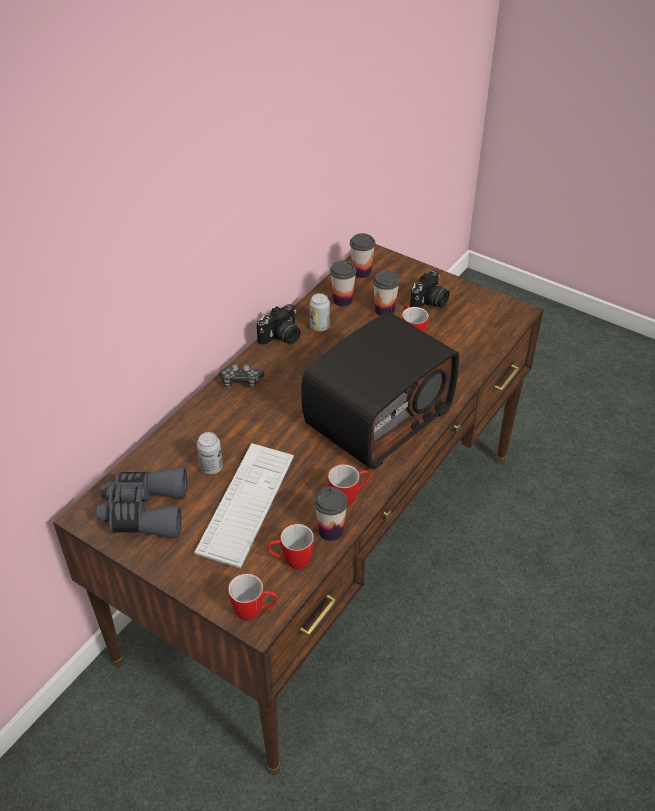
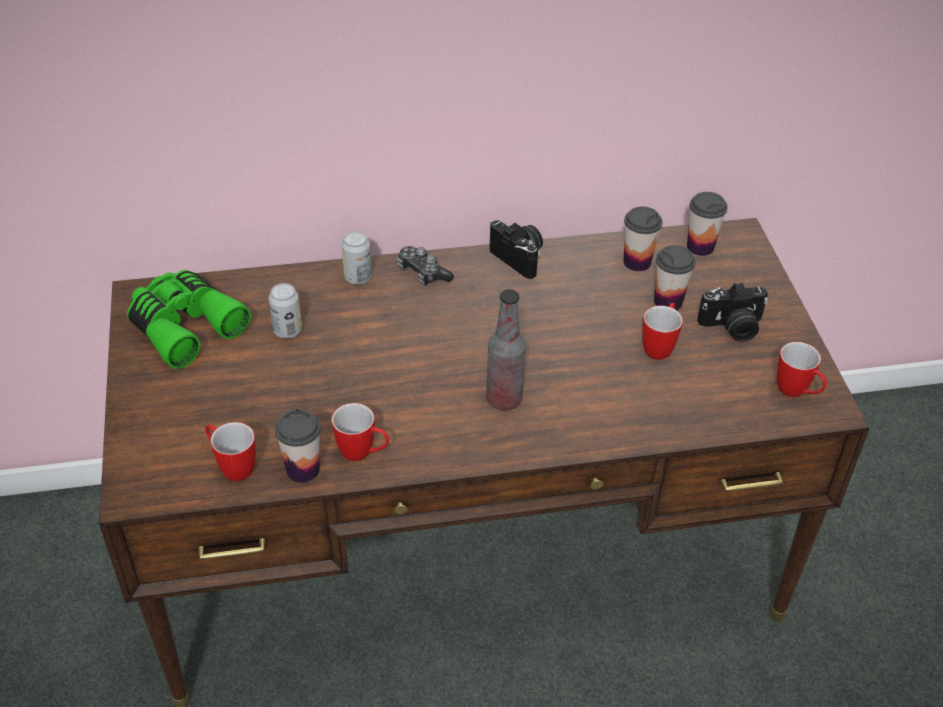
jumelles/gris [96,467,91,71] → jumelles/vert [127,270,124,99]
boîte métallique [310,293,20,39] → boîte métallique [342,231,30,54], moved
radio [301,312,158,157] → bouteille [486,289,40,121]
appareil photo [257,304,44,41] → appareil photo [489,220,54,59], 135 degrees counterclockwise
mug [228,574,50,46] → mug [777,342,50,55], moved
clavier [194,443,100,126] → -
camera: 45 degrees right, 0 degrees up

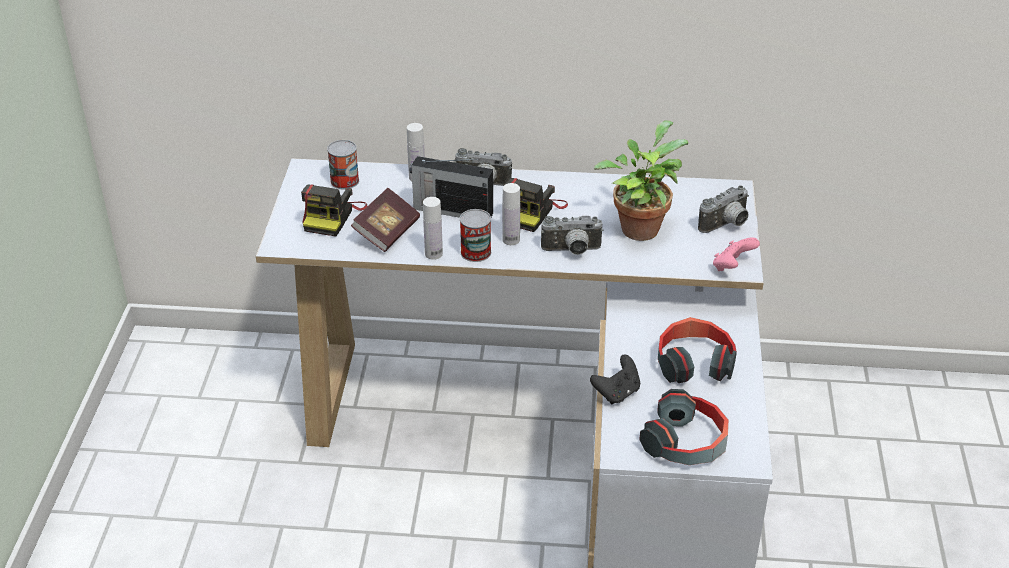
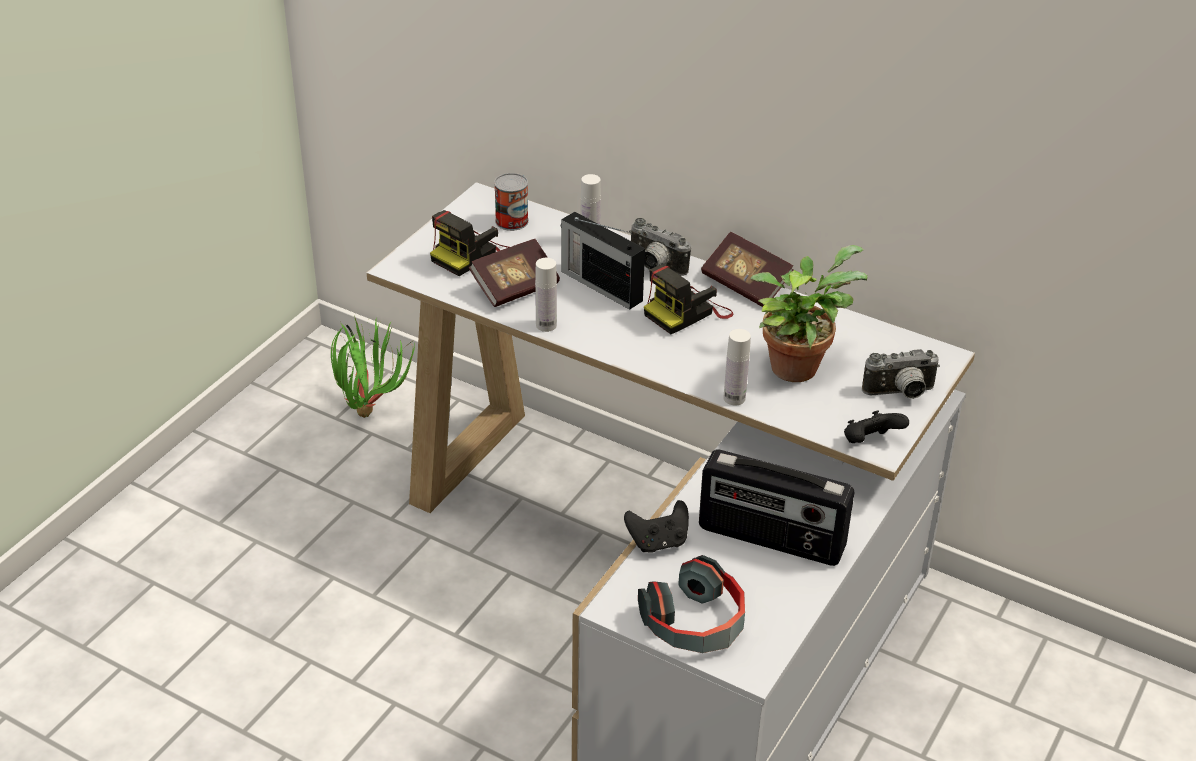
- → plante en pot [331,318,84,100]
casque audio [658,317,79,66] → radio [699,449,156,117]
- → livre [701,232,93,75]
bouteille/blanc [502,183,18,62] → bouteille/blanc [724,329,27,77], moved
manette/rose [713,238,47,33] → manette/noir [844,411,65,32]
boîte métallique [460,209,31,53] → -
appareil photo [541,216,62,39] → -
camera: 25 degrees right, 0 degrees up

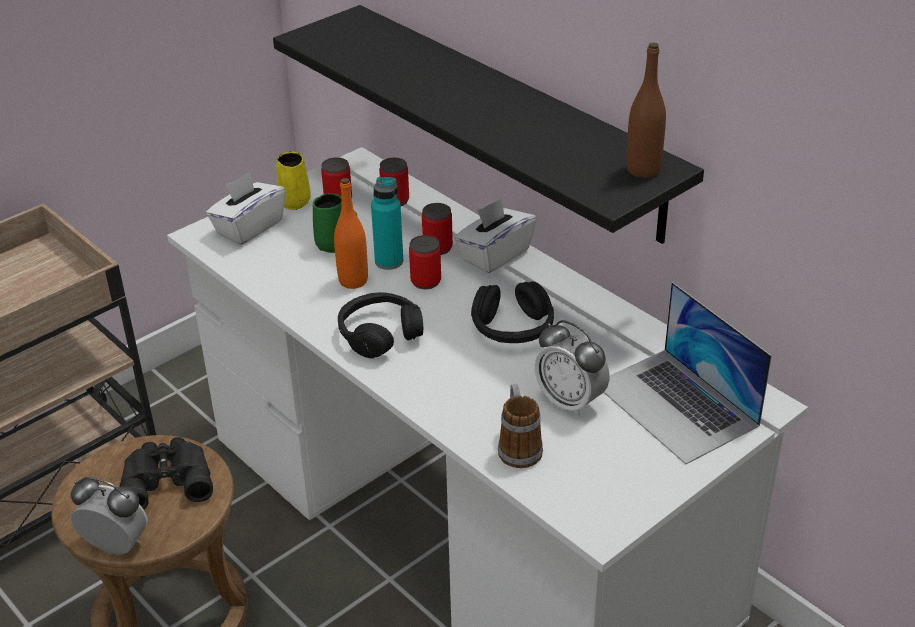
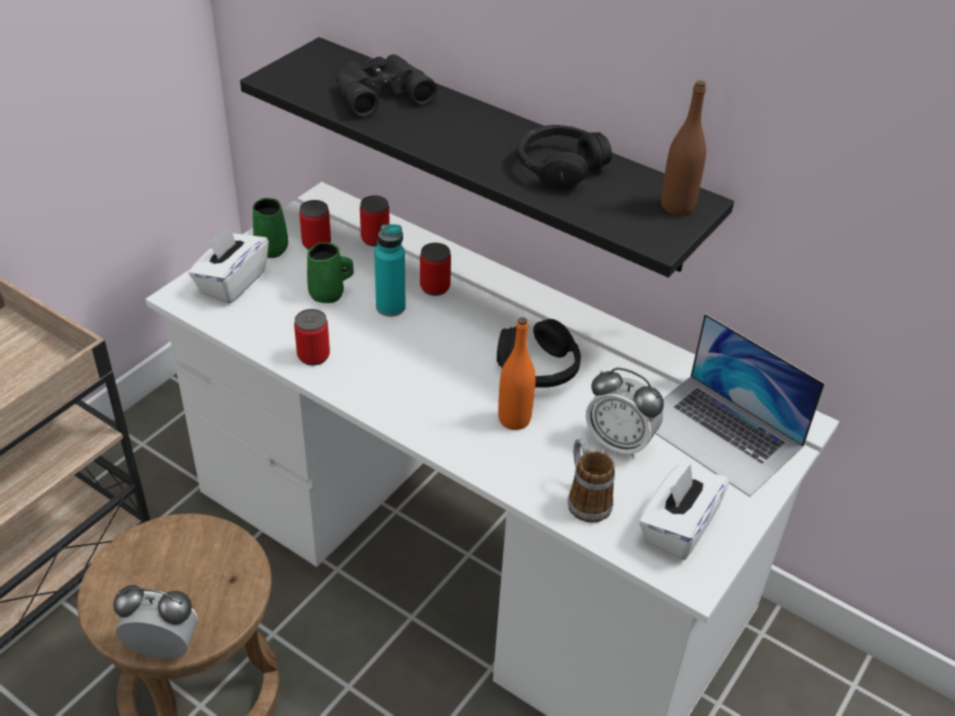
mug/jaune [276,151,35,59] → mug/vert [252,198,36,60]
boîte métallique [409,235,32,54] → boîte métallique [294,309,36,57], moved
jumelles/noir [120,437,93,72] → jumelles/noir [336,54,101,63], moved
bouteille/orange [334,178,34,111] → bouteille/orange [498,317,38,113], moved
casque audio/noir [338,293,85,65] → casque audio/noir [516,125,96,65], moved
boîte à mouchoirs/blanc [454,198,82,75] → boîte à mouchoirs/blanc [639,464,91,96], moved
camera: 15 degrees left, 5 degrees up

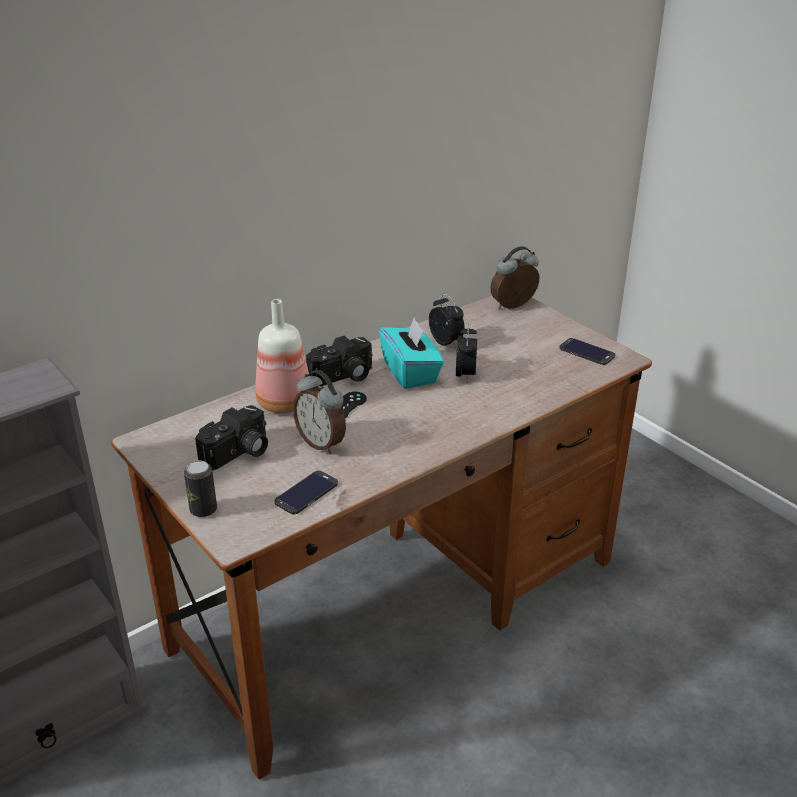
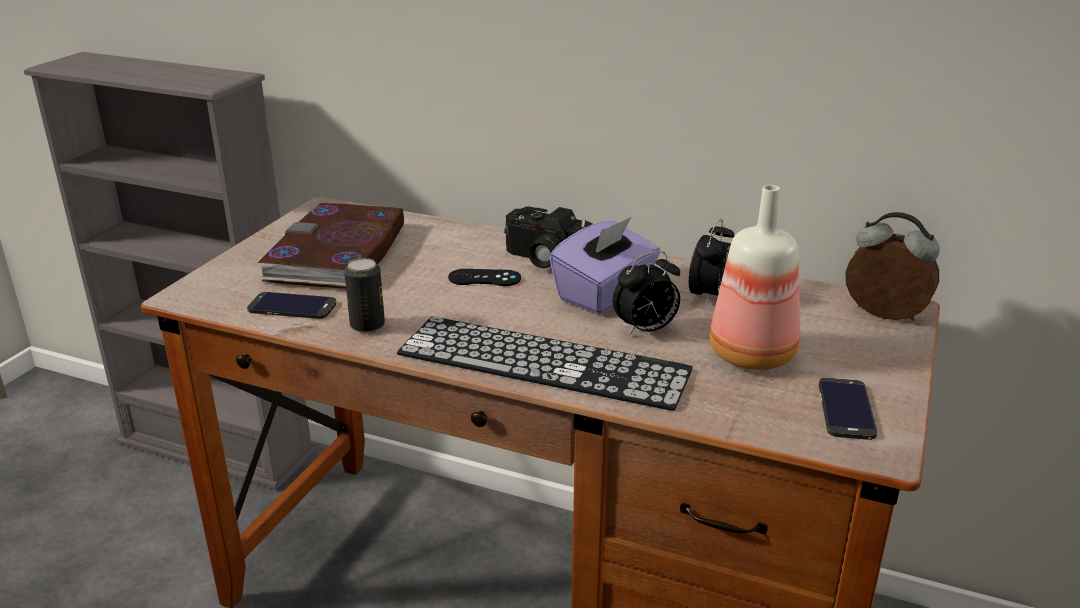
appareil photo [195,405,73,65] → livre [258,203,146,86]
boîte métallique [184,461,33,56] → boîte métallique [344,258,41,75], moved
- → clavier [397,317,296,94]
boîte à mouchoirs/turquoise [379,317,65,72] → boîte à mouchoirs/violet [549,217,111,97]
bouteille [255,299,54,114] → bouteille [710,185,90,185], moved
réveil [293,370,53,84] → -
camera: 60 degrees right, 5 degrees down

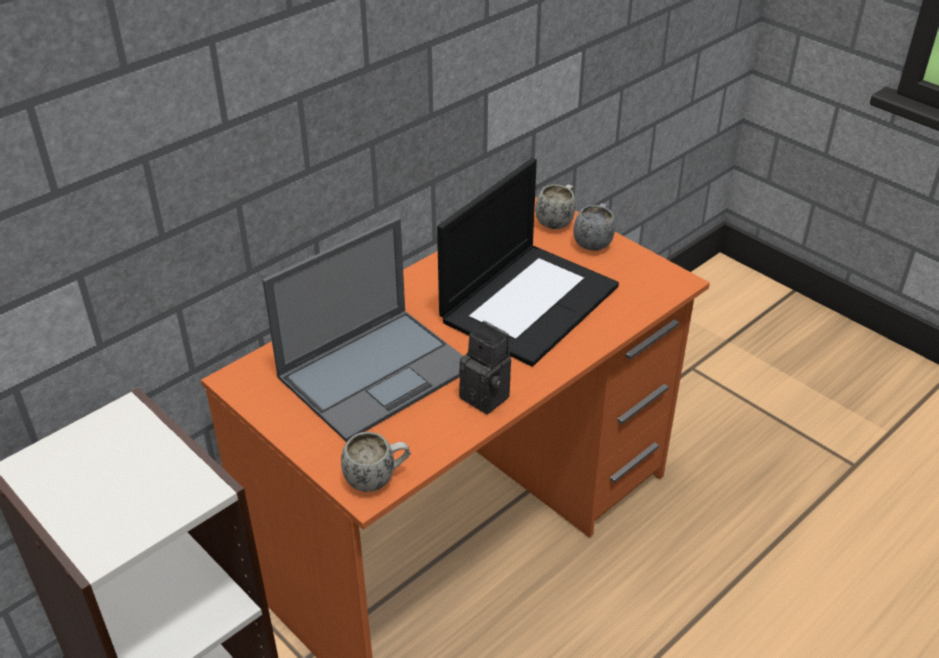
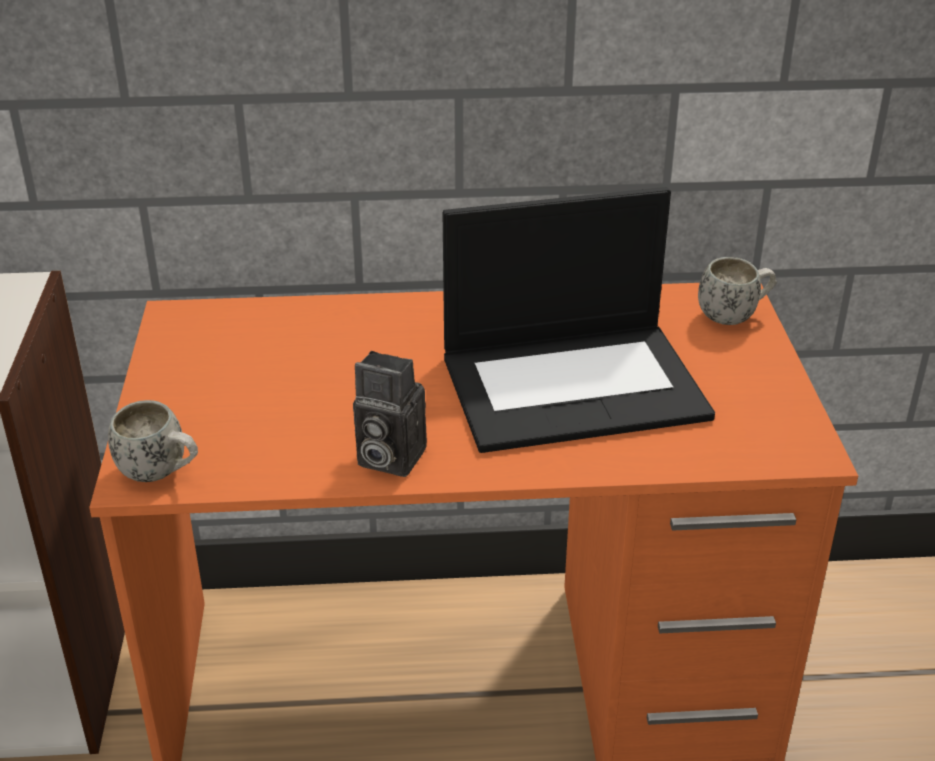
appareil photo [459,321,52,93] → appareil photo [353,351,74,126], 120 degrees clockwise
ordinateur portable [262,217,201,225] → -
mug/gris [573,203,42,48] → -
camera: 40 degrees right, 5 degrees down

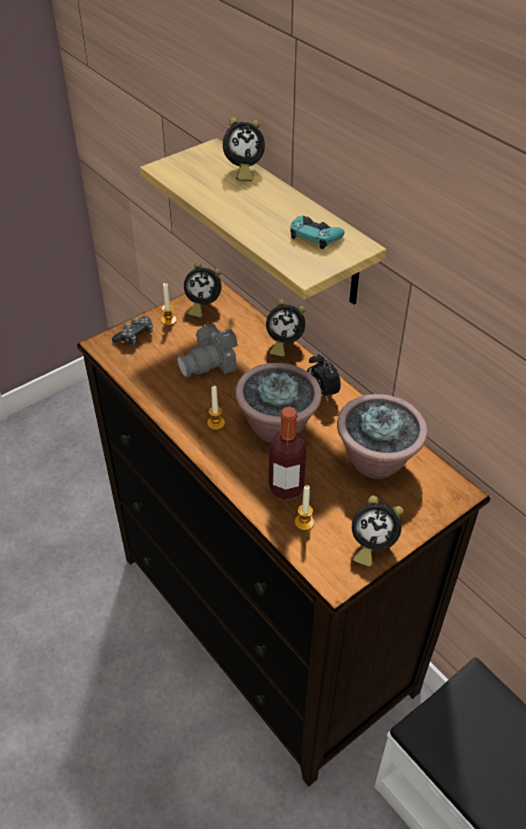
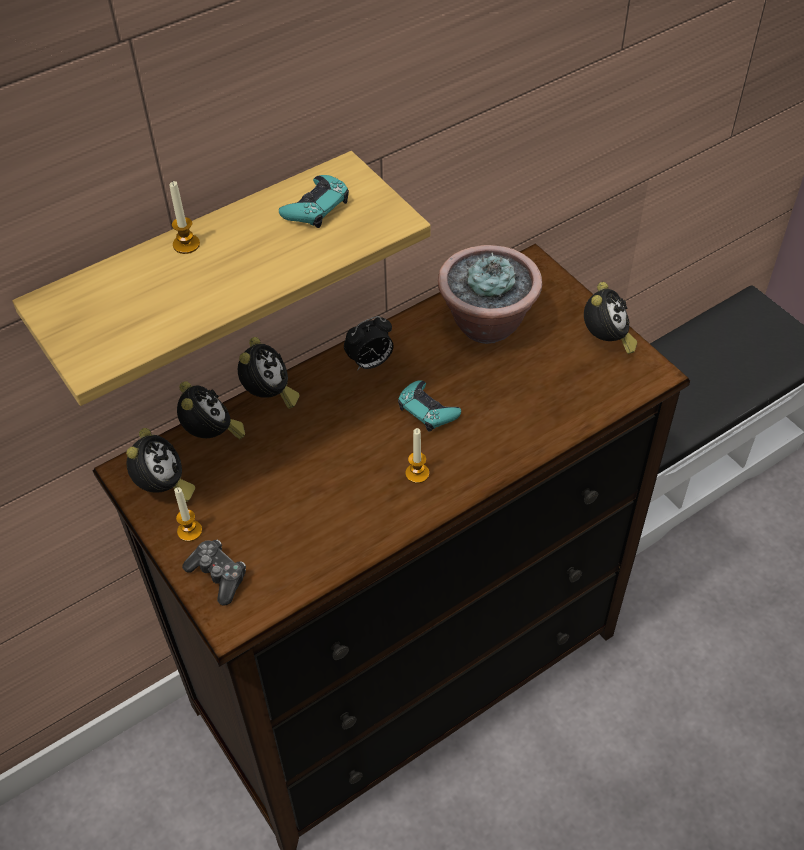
bougie [295,485,20,46] → bougie [170,181,30,73], moved
réveil [223,117,42,64] → réveil [177,381,68,58], moved
plante en pot [235,363,87,80] → manette/turquoise [398,380,63,52]
appareil photo [177,324,61,54] → -
bouteille [269,407,38,93] → -
camera: 85 degrees left, 5 degrees up

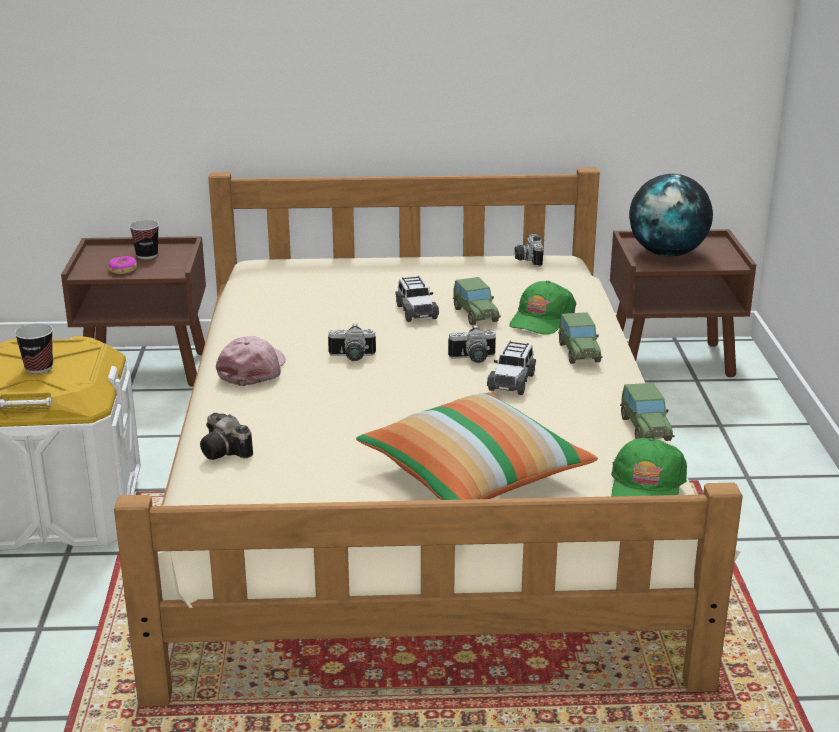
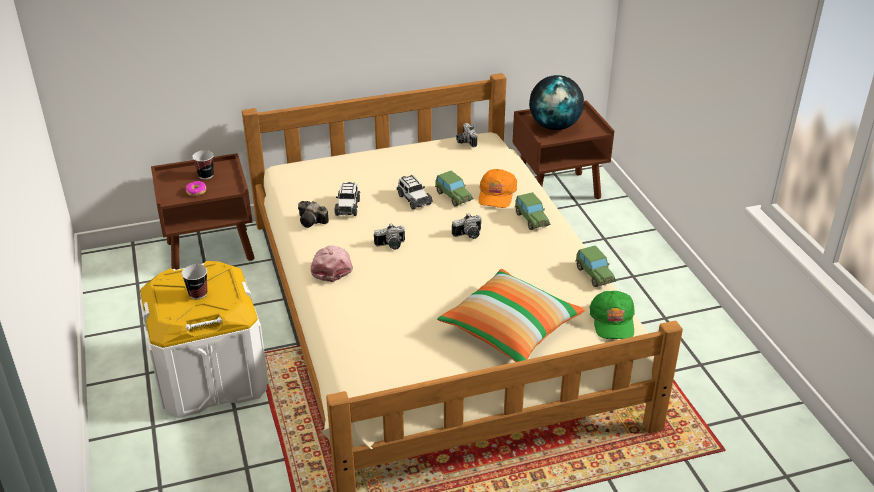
appareil photo [200,413,53,47] → appareil photo [298,201,31,27], moved
petite voiture [487,341,49,54] → petite voiture [335,182,25,34], moved
casquette/vert [509,281,67,54] → casquette/orange [478,169,39,39]
camera: 15 degrees left, 10 degrees up

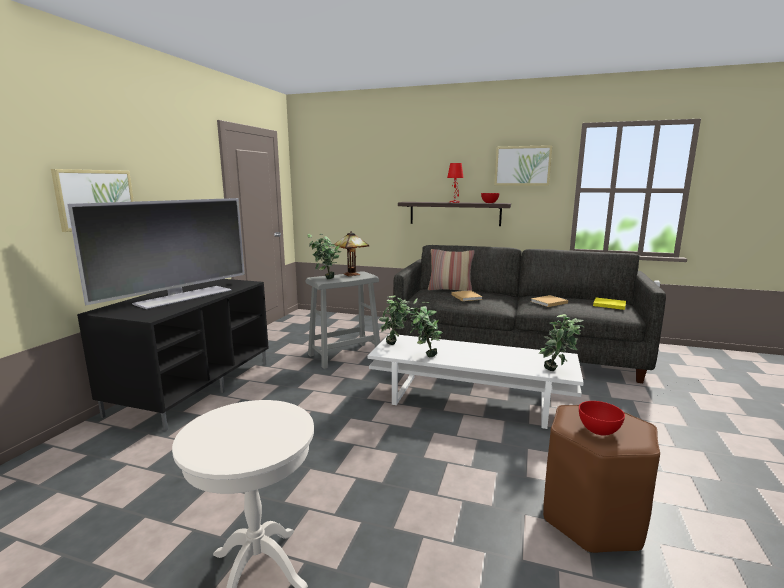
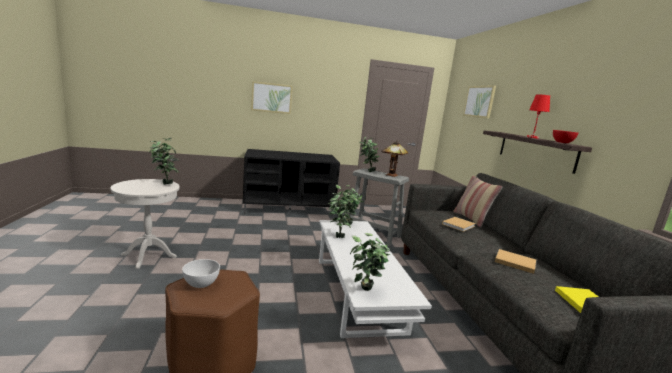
- → plante en pot [149,138,31,47]
bol/rouge [579,401,46,34] → bol/blanc [182,259,38,29]
tableau [494,145,58,41] → tableau [463,85,33,34], moved
téléviseur [67,198,178,111] → -
camera: 60 degrees right, 0 degrees up

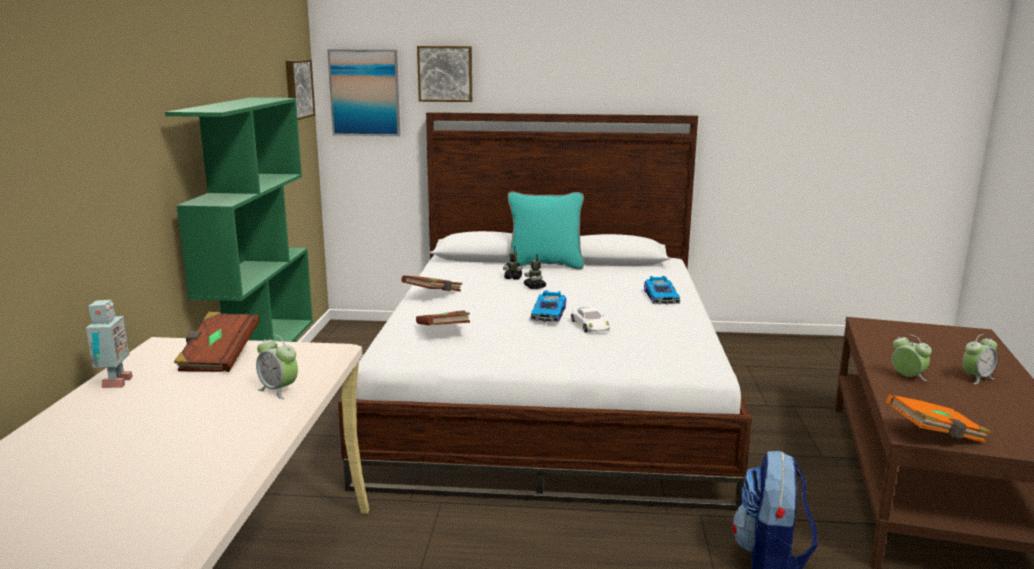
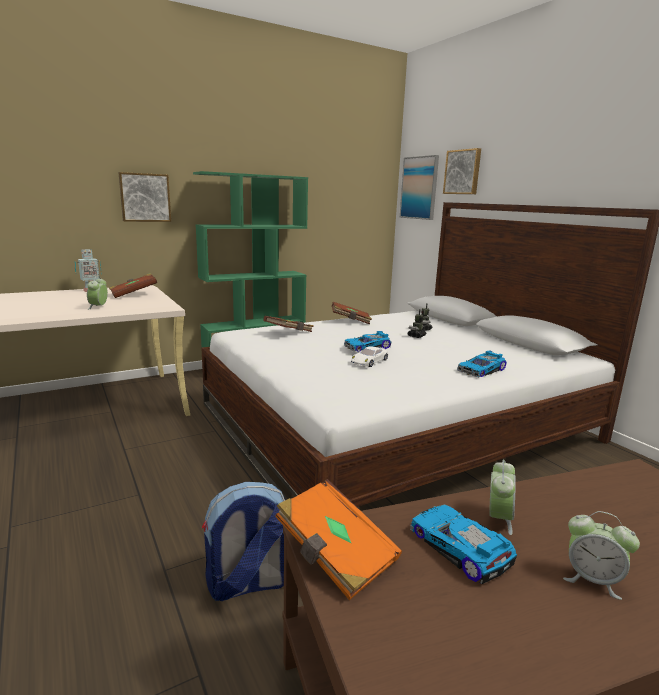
tableau [286,60,29,60] → tableau [118,172,53,50], moved
- → petite voiture [410,504,107,80]
coussin/turquoise [508,191,76,78] → -
camera: 55 degrees right, 0 degrees up

